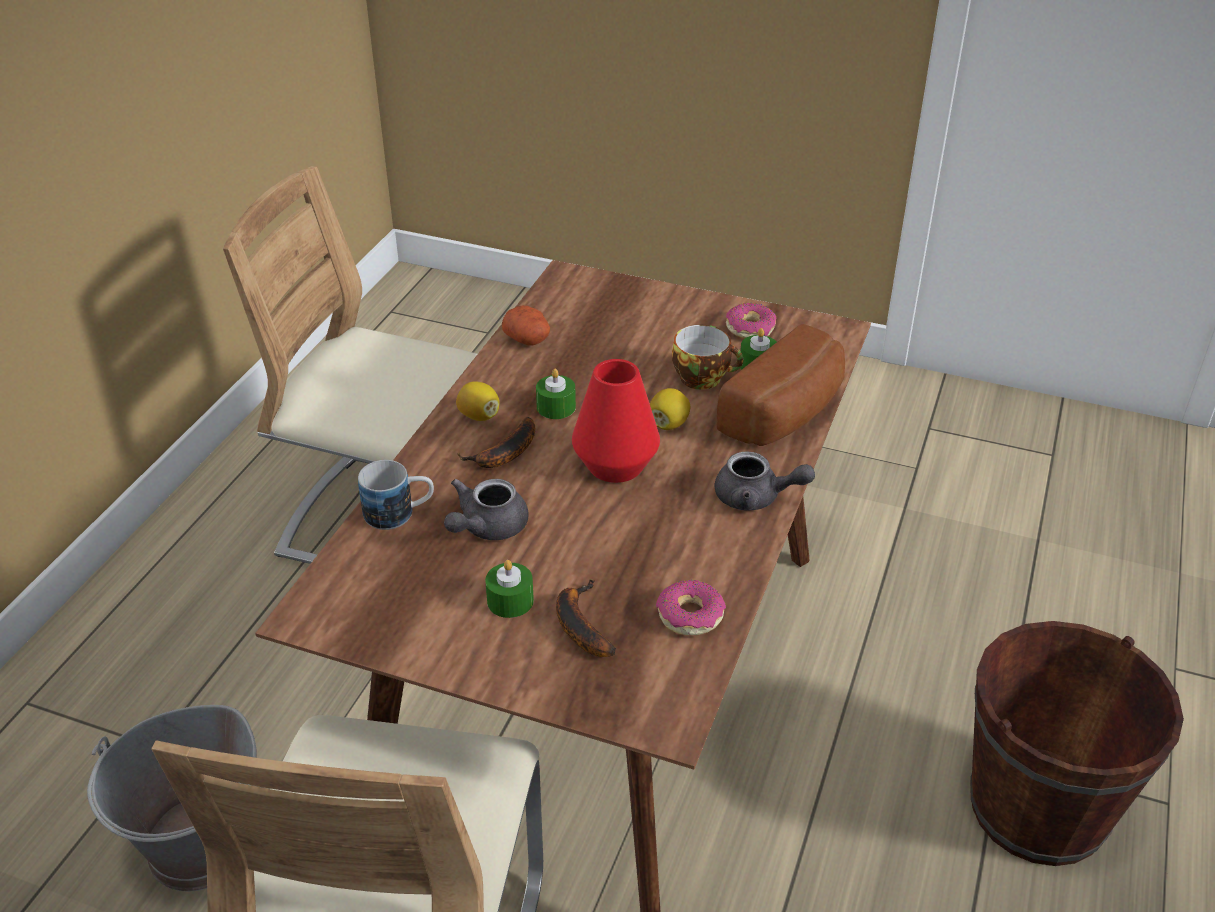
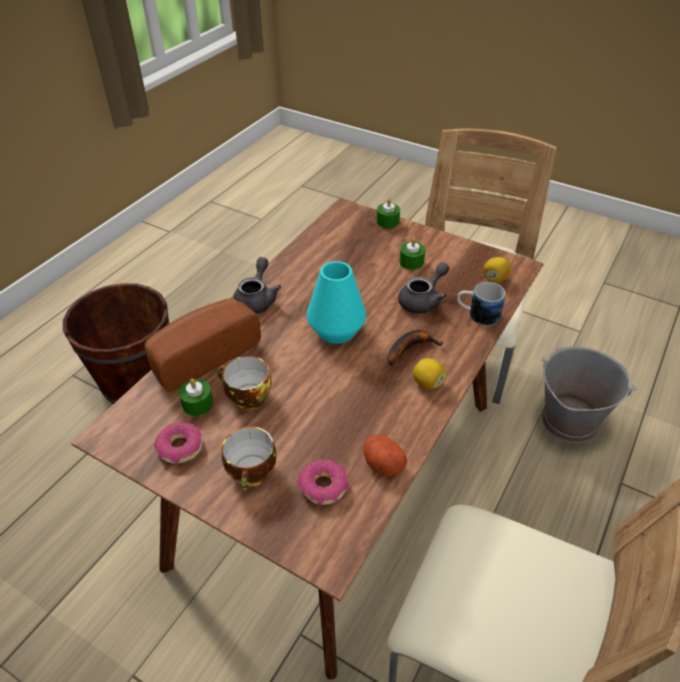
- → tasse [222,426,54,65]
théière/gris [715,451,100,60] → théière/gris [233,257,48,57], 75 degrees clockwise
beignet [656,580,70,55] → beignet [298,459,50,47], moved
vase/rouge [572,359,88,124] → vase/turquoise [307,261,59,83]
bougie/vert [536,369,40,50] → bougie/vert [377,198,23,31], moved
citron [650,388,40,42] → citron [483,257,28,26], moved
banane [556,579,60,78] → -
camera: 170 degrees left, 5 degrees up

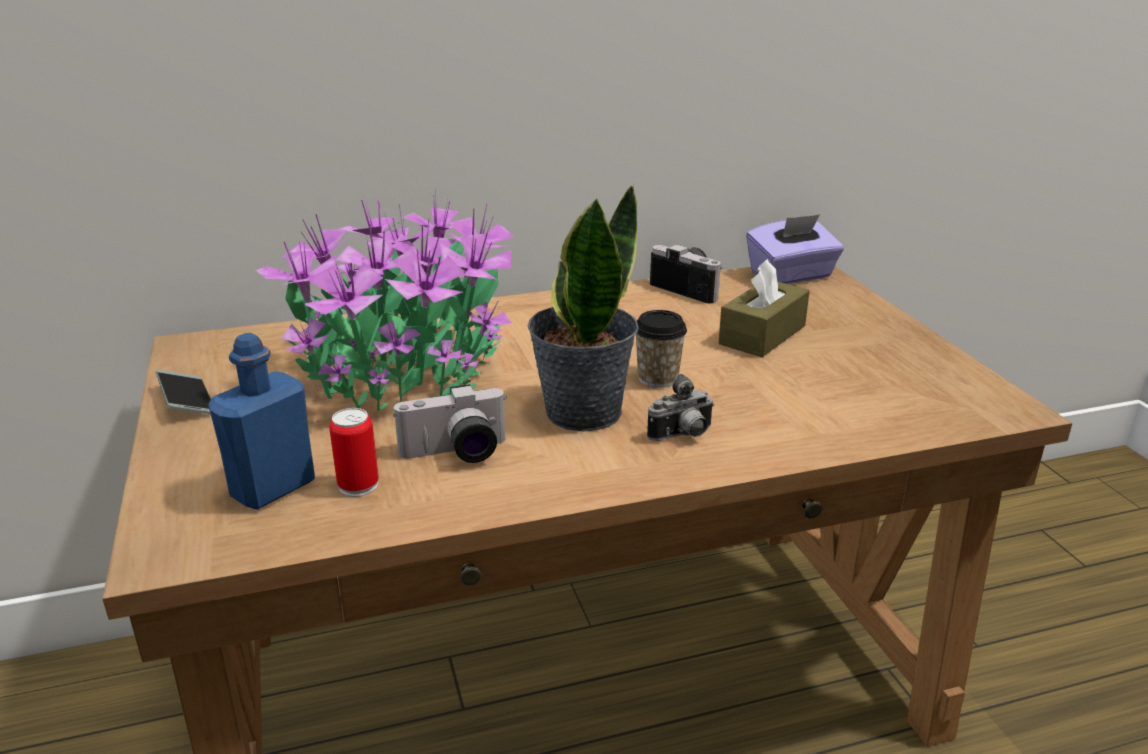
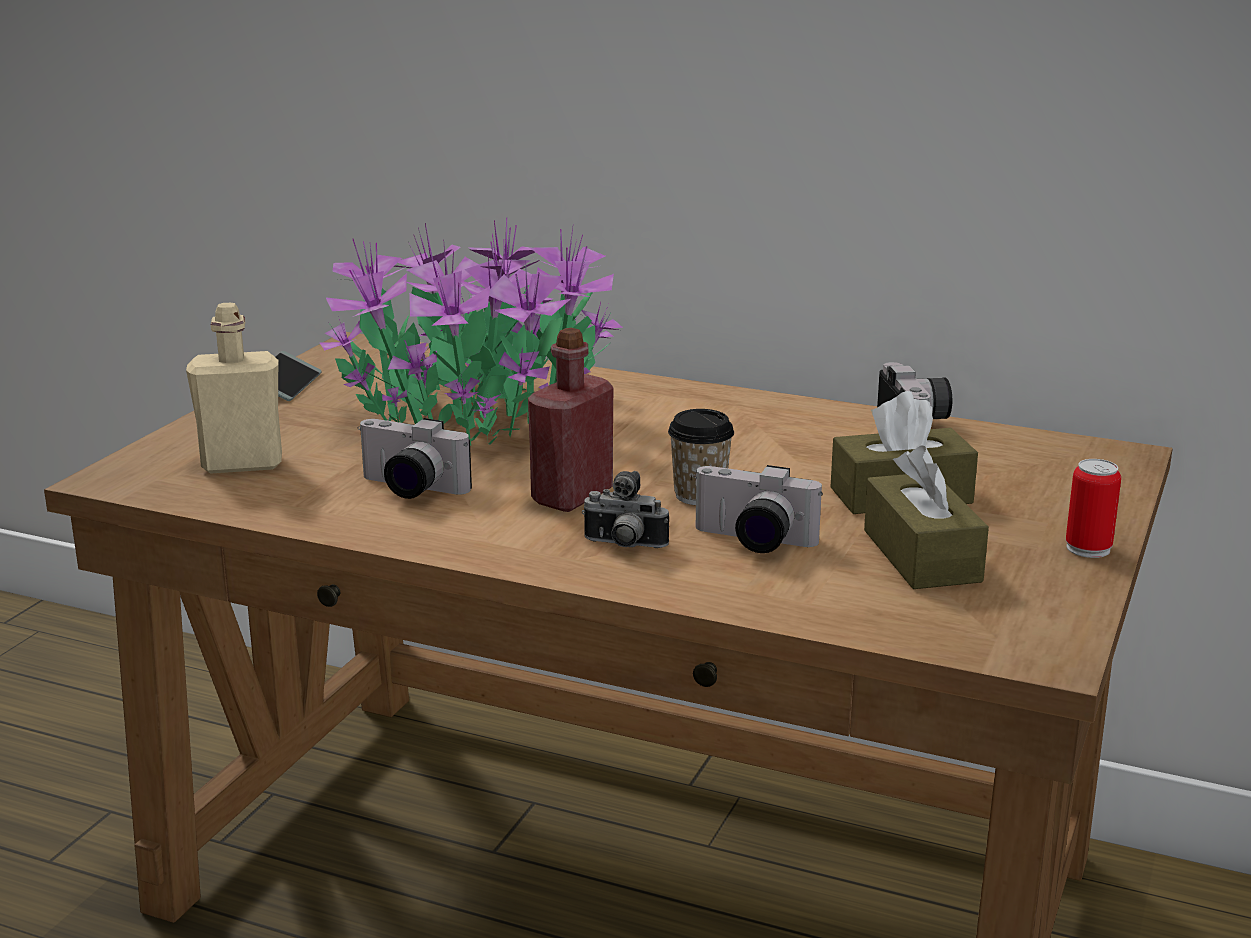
bouteille/bleu [208,333,107,176] → bouteille/beige [186,303,96,171]
plante en pot [528,183,111,249] → bouteille/rouge [528,328,85,184]
- → appareil photo [693,465,130,88]
- → boîte à mouchoirs/marron [864,445,125,144]
boîte métallique [329,408,50,89] → boîte métallique [1066,459,55,99], moved
boîte à mouchoirs/violet [746,214,98,70] → -
camera: 40 degrees right, 5 degrees down

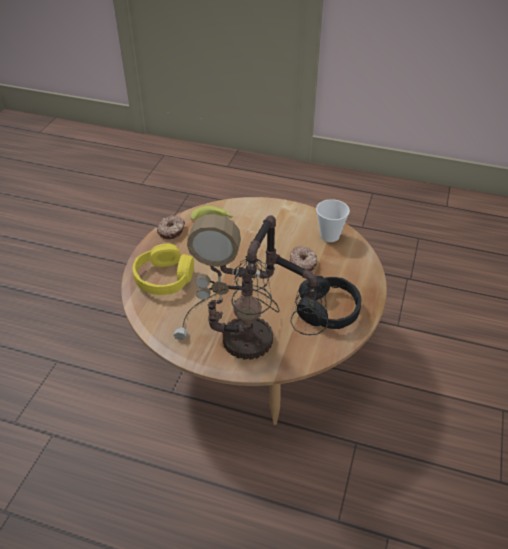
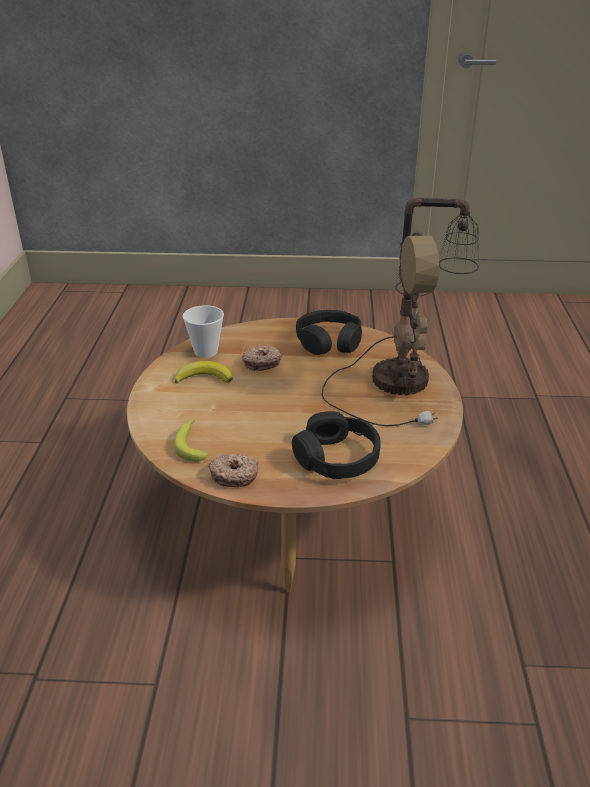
- → banane [175,361,58,23]
casque audio/jaune [132,244,62,51] → casque audio/noir [292,411,88,68]
camera: 105 degrees left, 10 degrees down

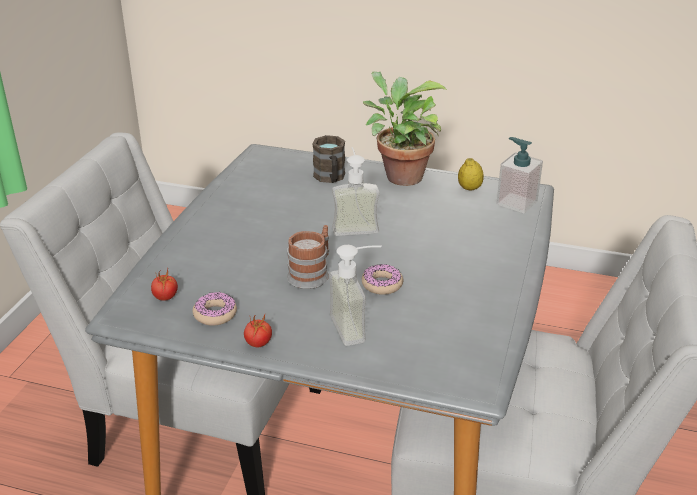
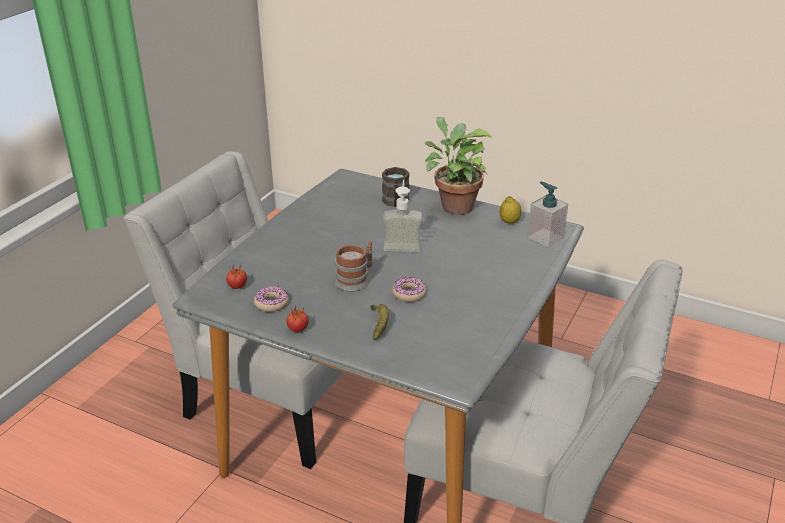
distributeur de savon [329,245,53,101] → banane [370,304,19,36]
camera: 10 degrees right, 0 degrees up

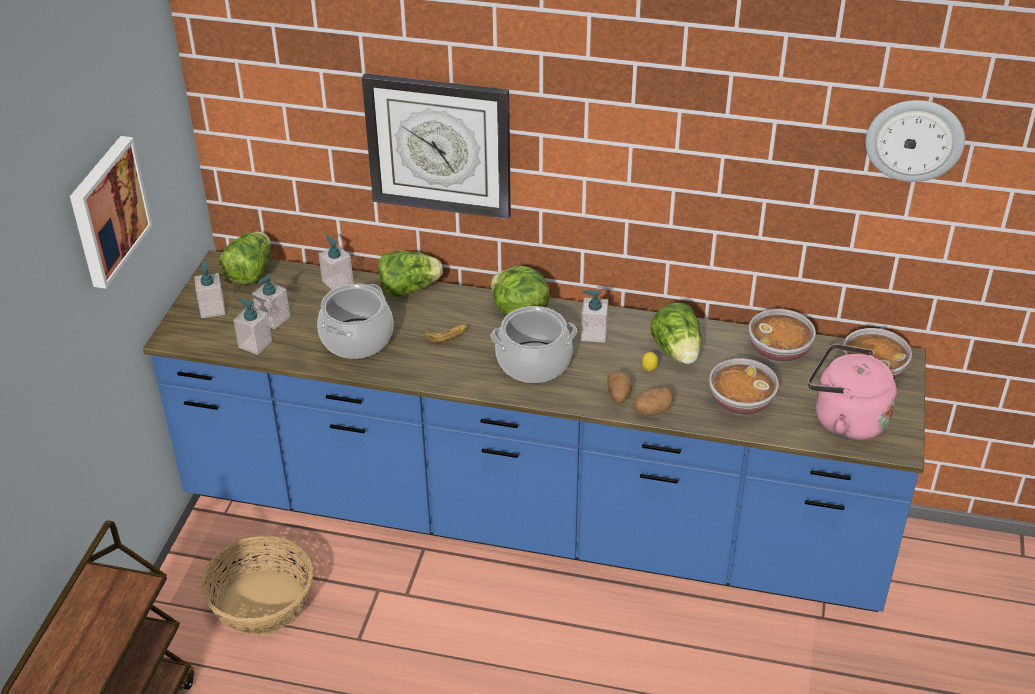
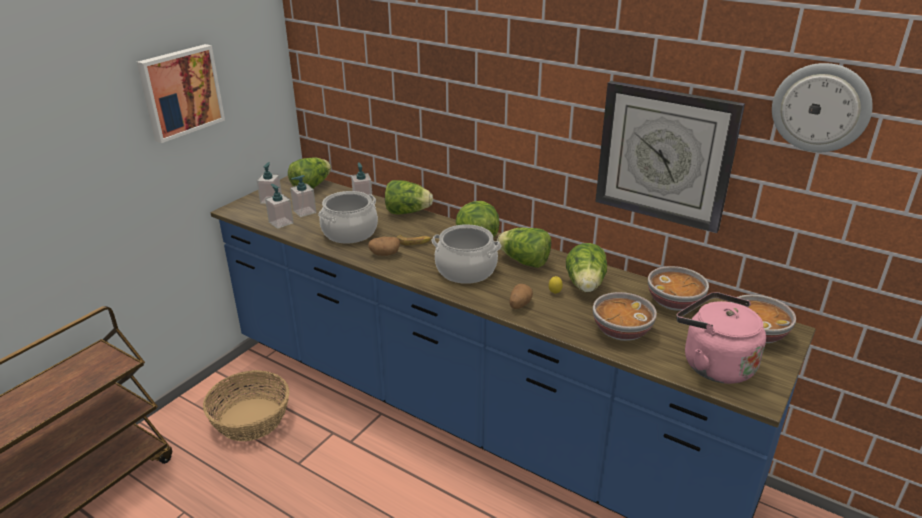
pomme de terre [634,387,39,29] → pomme de terre [368,237,32,19], moved
distributeur de savon [581,290,27,53] → laitue [497,228,54,40]
horloge murale [362,73,149,146] → horloge murale [595,81,150,152], moved
camera: 20 degrees right, 10 degrees down

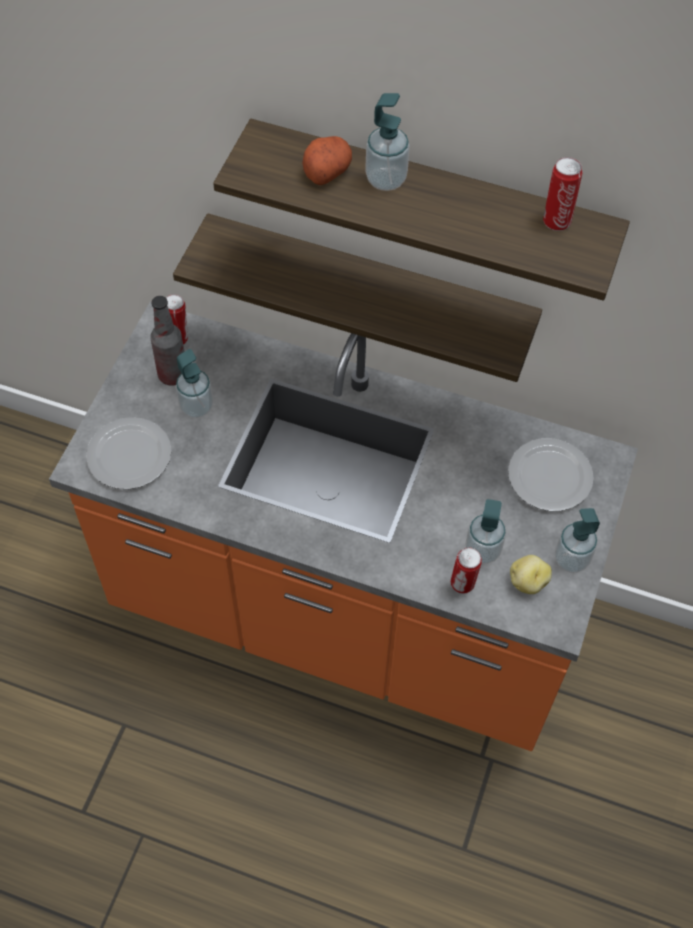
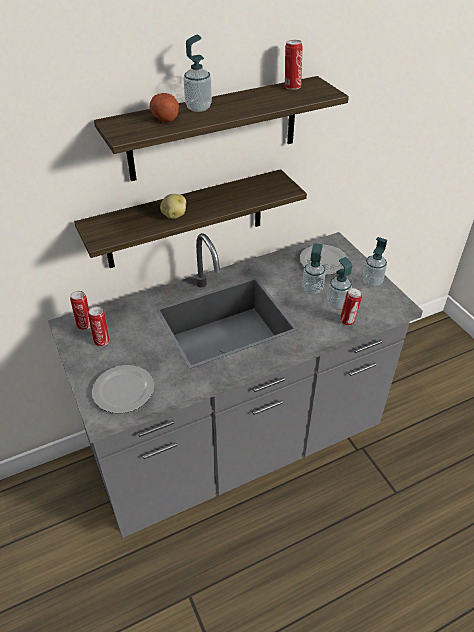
comptoir de cuisine/orange [49,301,589,450] → comptoir de cuisine/gris [48,232,375,306]
bouteille [150,296,35,90] → boîte métallique [88,307,22,39]
pomme de terre [510,555,42,39] → pomme de terre [160,194,26,25], moved
distributeur de savon [176,349,37,69] → distributeur de savon [302,243,24,51], moved
camera: 45 degrees left, 15 degrees down

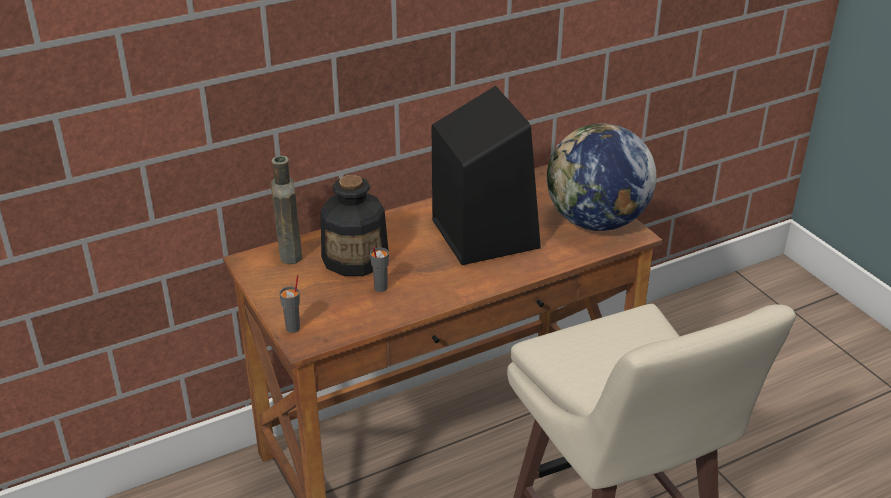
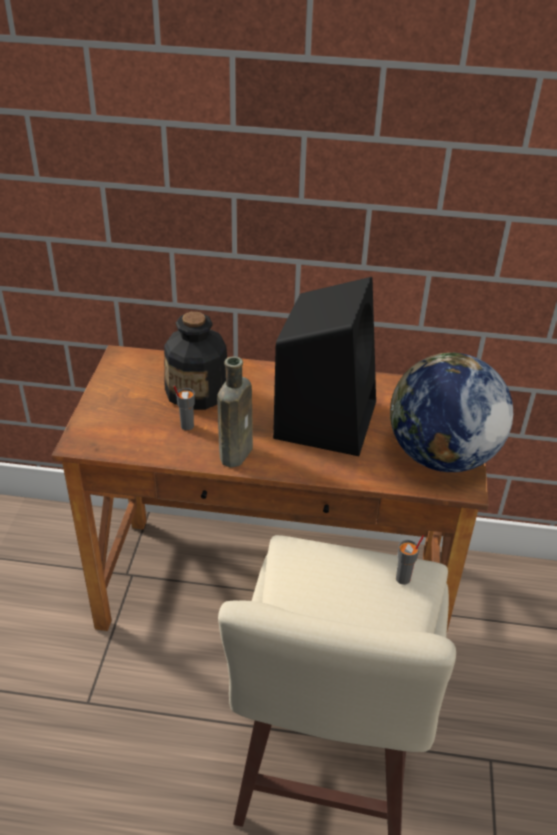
bouteille/marron [271,156,31,108] → bouteille/marron [217,356,36,112], moved
tasse/gris [279,275,21,58] → tasse/gris [396,535,28,50], moved
camera: 35 degrees right, 5 degrees up

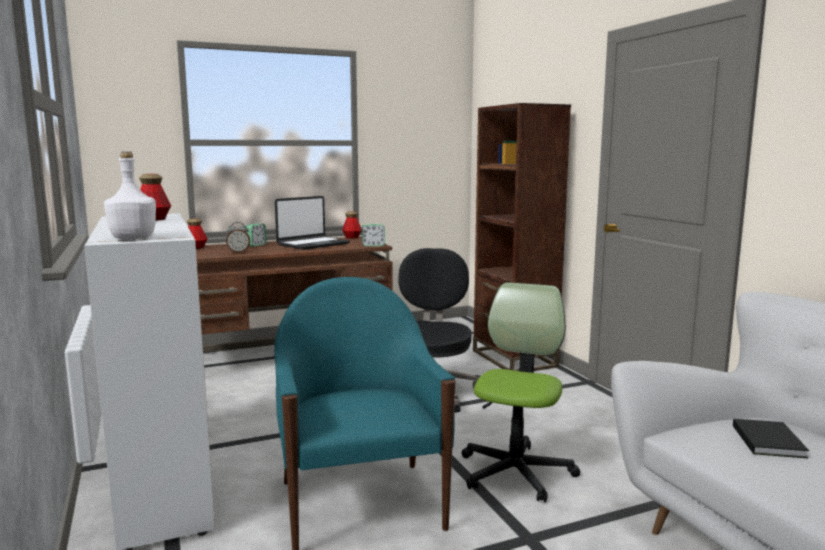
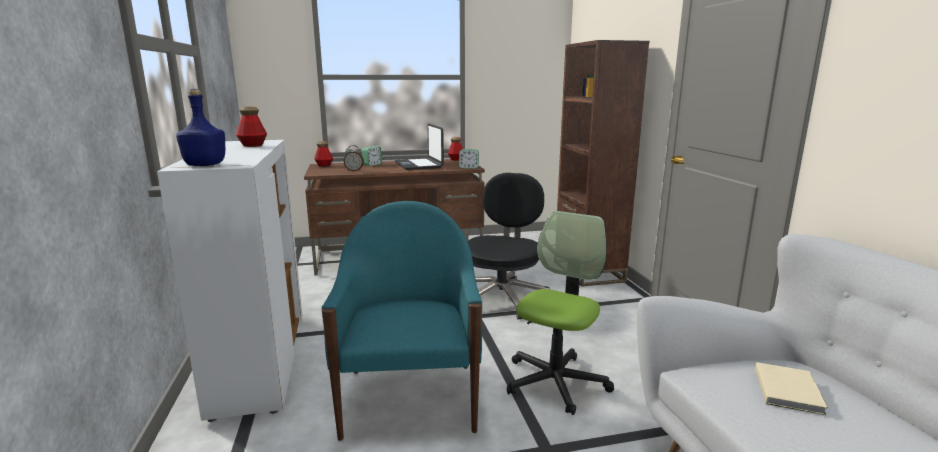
bouteille/blanc [104,152,52,87] → bouteille/bleu [176,89,49,77]
ordinateur portable [275,196,75,54] → ordinateur portable [395,123,49,47], 105 degrees clockwise
livre/noir [733,419,76,39] → livre/beige [755,362,73,53]
camera: 10 degrees right, 5 degrees up

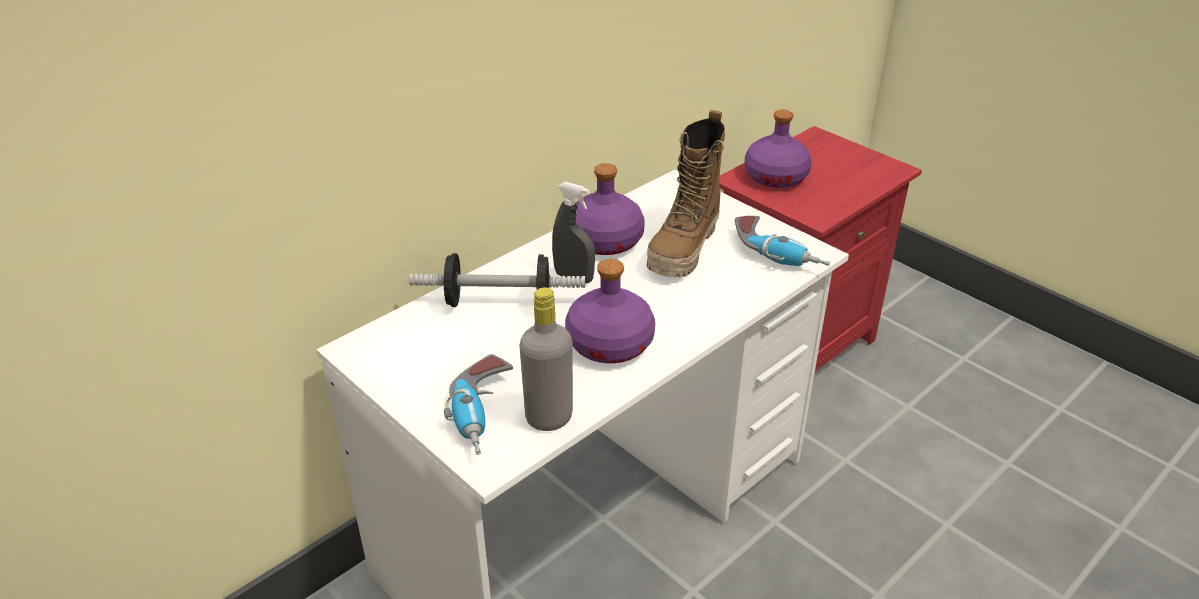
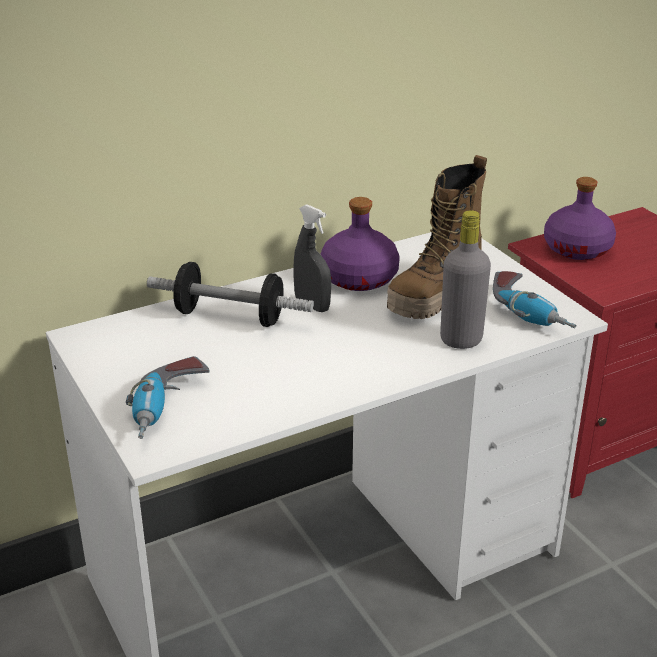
bouteille/gris [519,287,54,144] → bouteille/gris [440,210,51,139], moved
bouteille/violet [565,259,90,104] → -
camera: 15 degrees right, 5 degrees down

